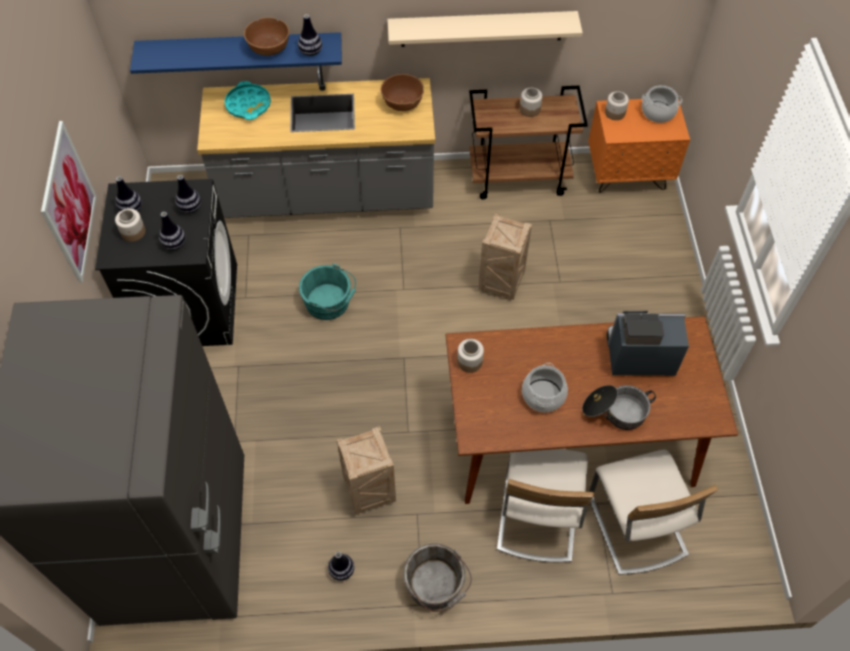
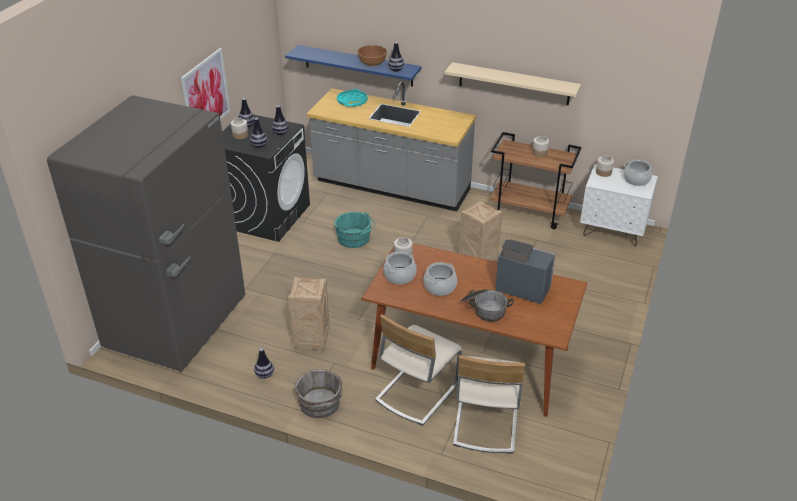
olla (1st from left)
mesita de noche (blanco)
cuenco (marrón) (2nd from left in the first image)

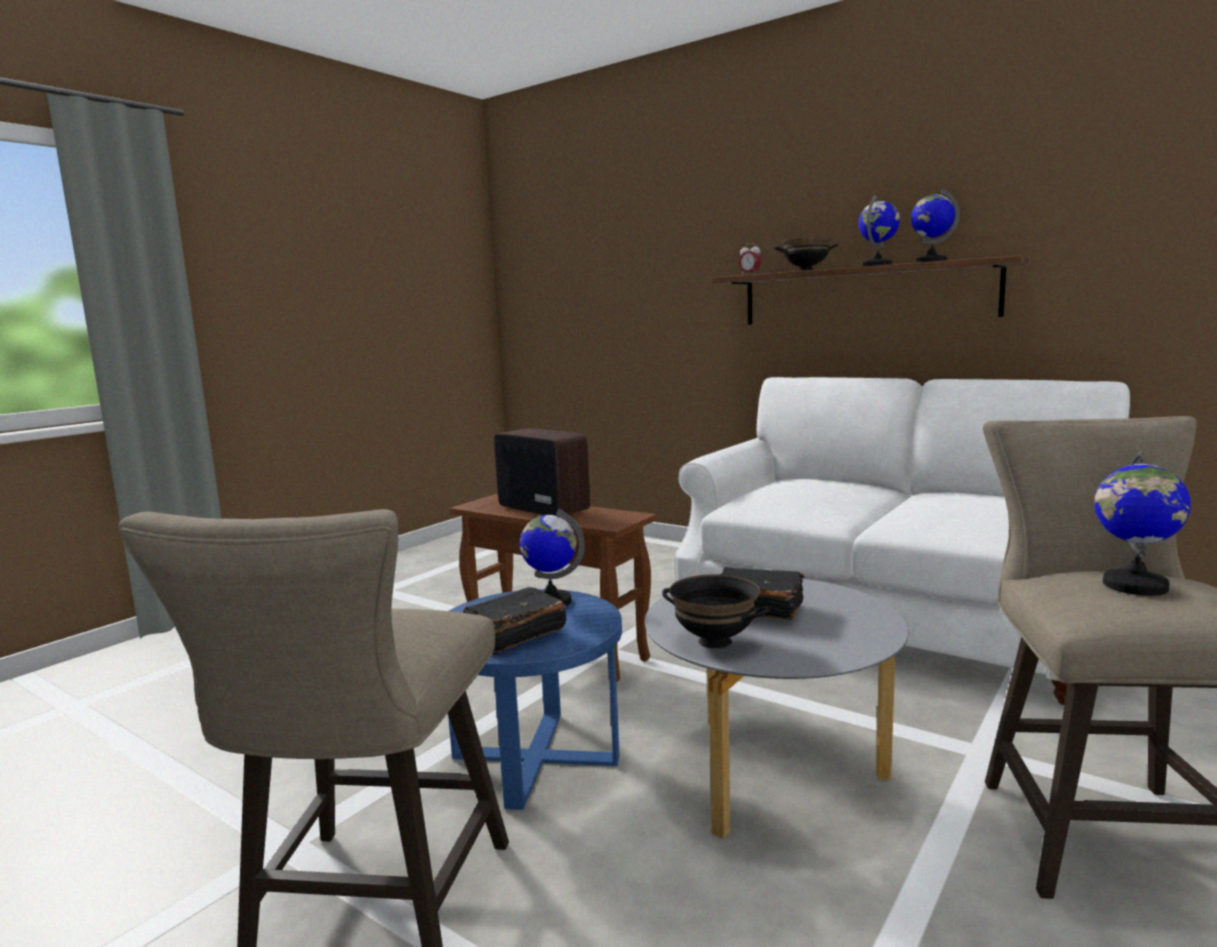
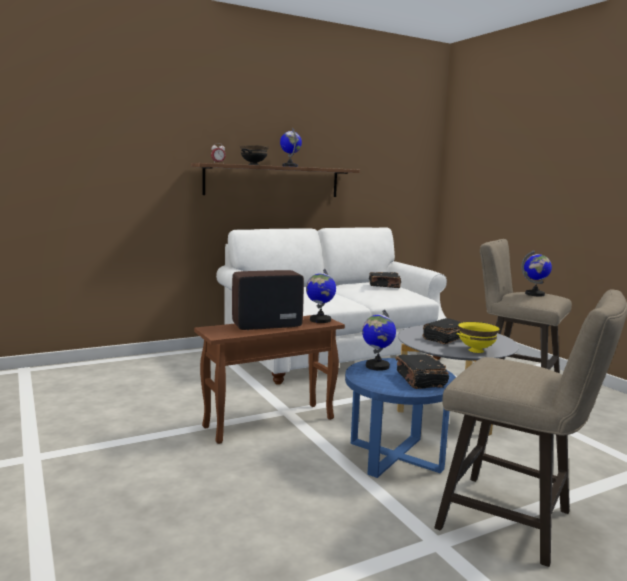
globo terráqueo (2nd from left)
libro (negro) (1st from left)
cuenco (amarillo)

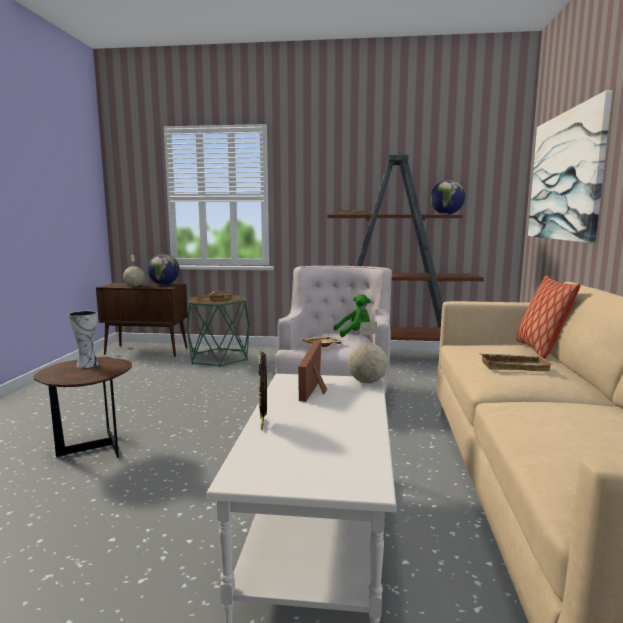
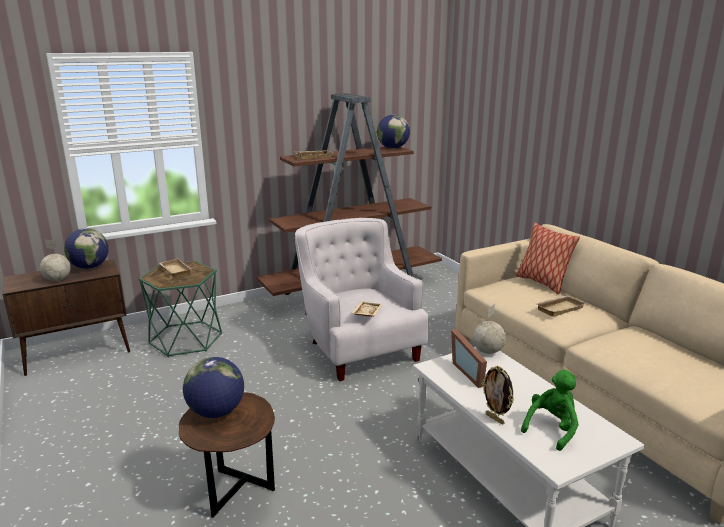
globo terráqueo (3rd from left)
peluche (verde)
cuadro

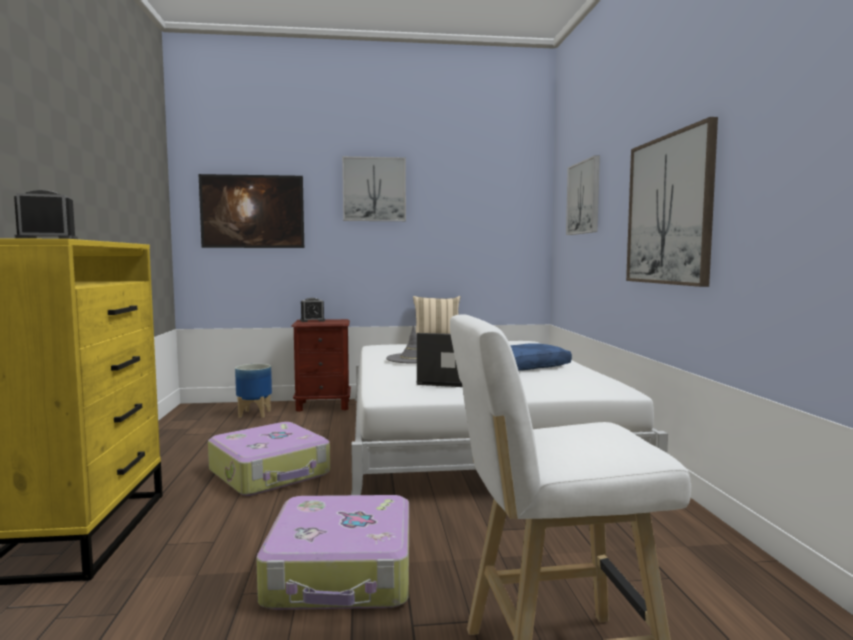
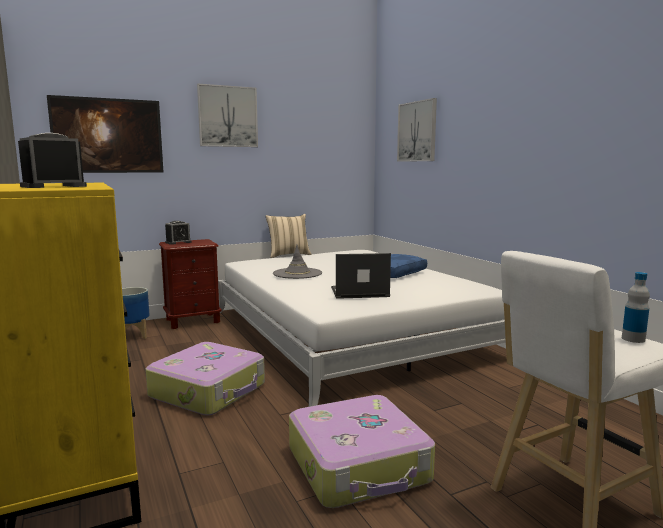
botella
cuadro (4th from left in the first image)

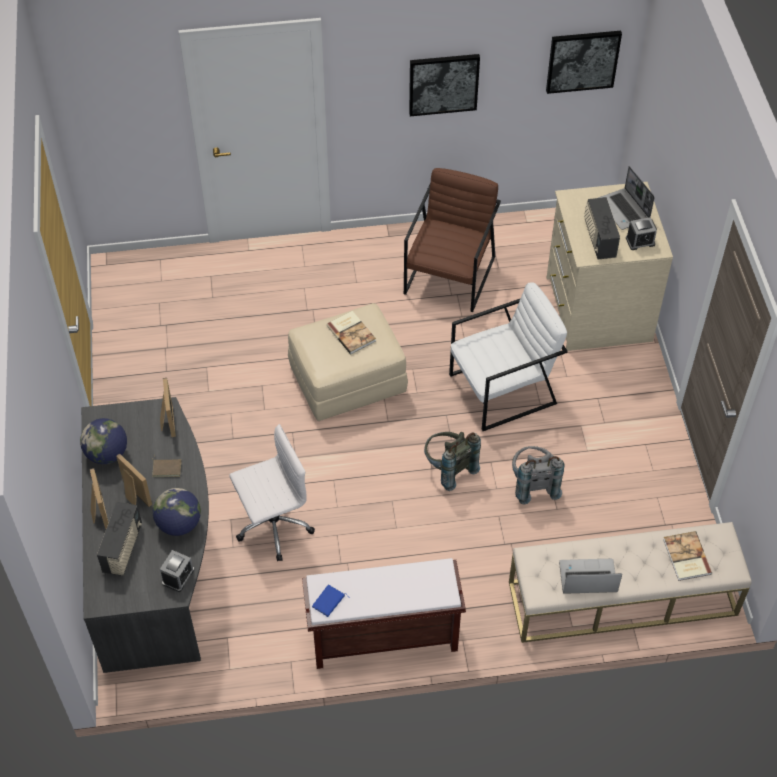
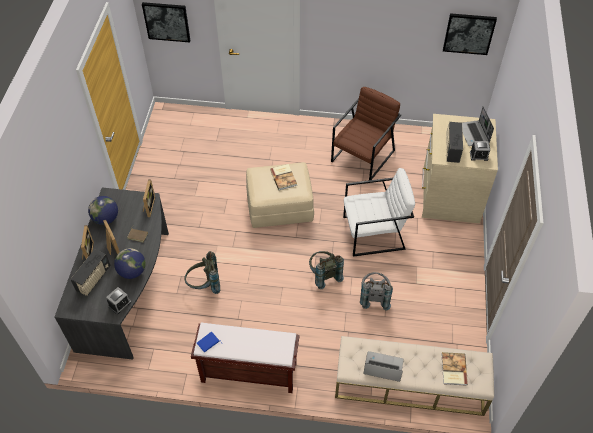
cuadro (1st from left)
mochila (gris) (1st from left)

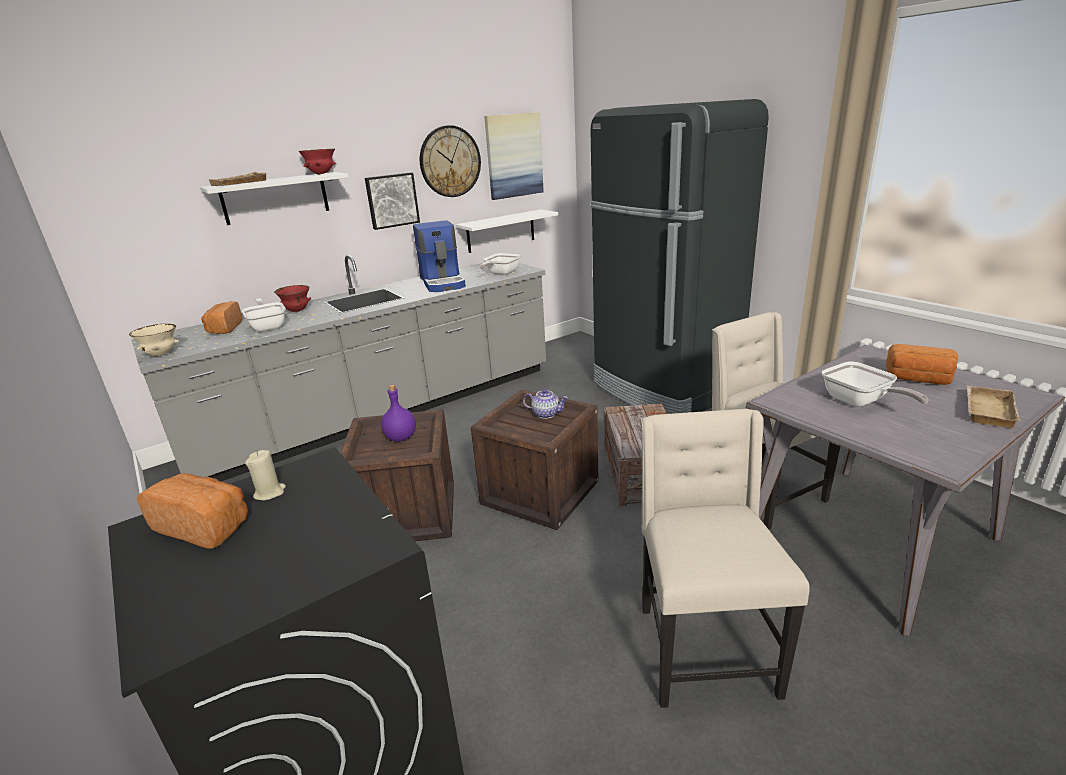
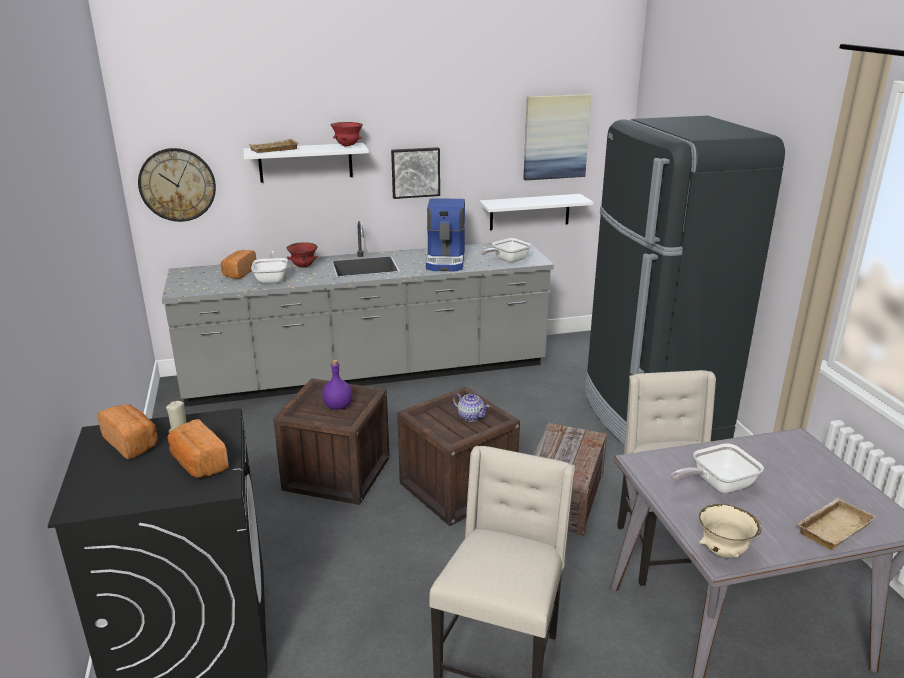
reloj de pared
pan (2nd from left)
sartén (3rd from left)
cuenco (beis)

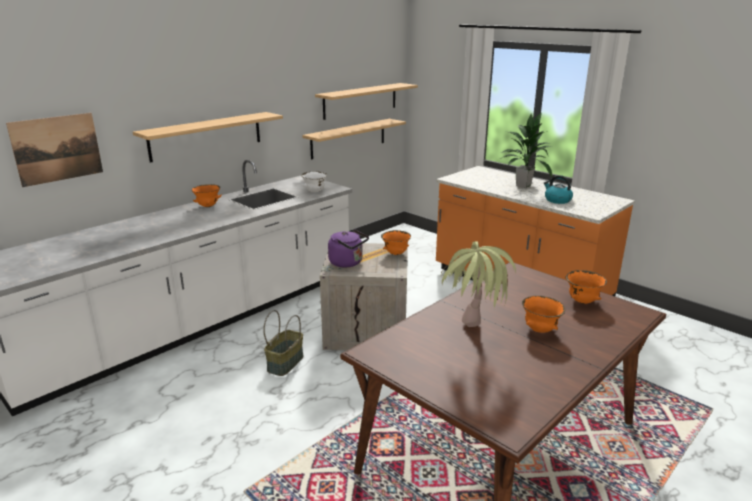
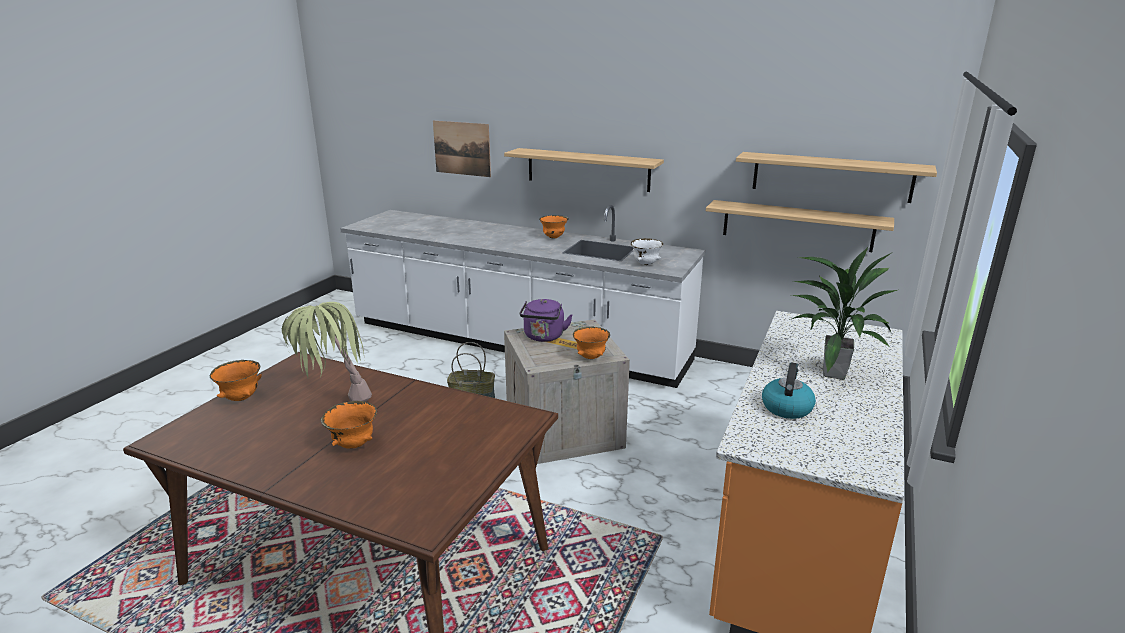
cuenco (naranja) (1st from left)

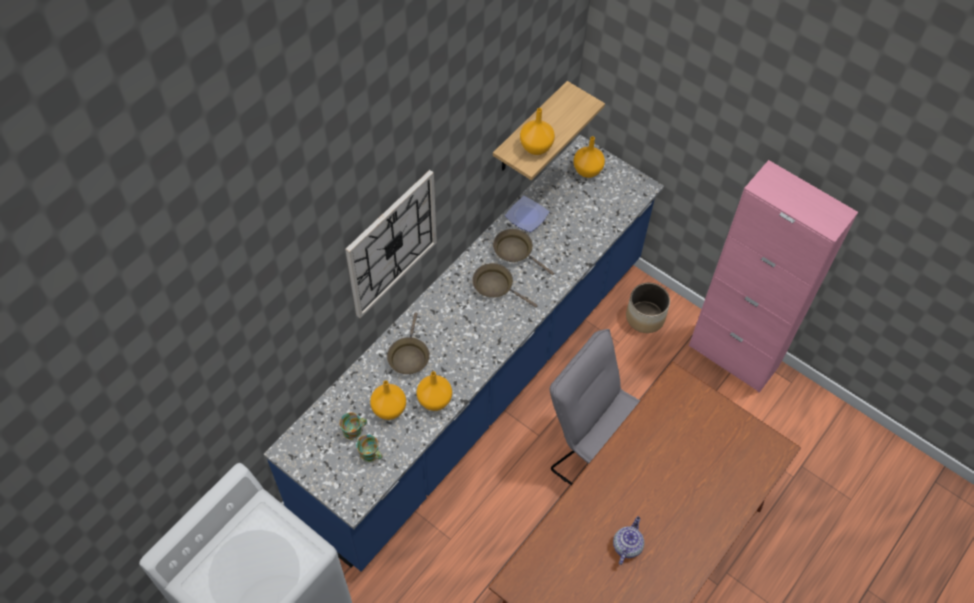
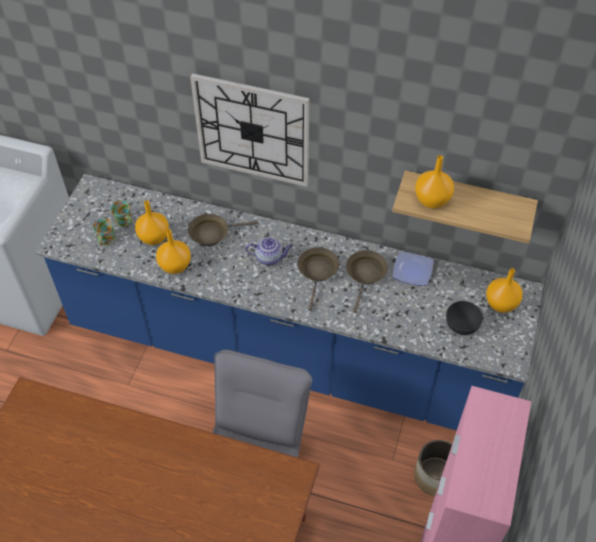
tetera
cuenco (gris)

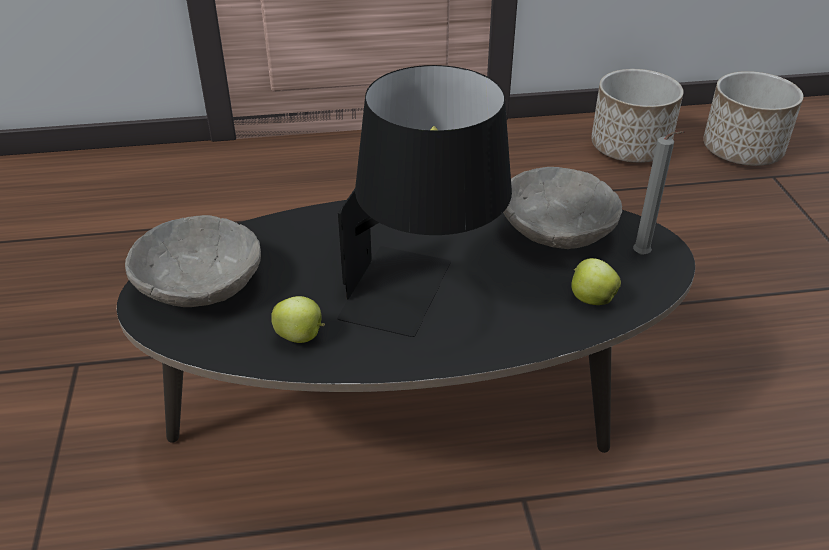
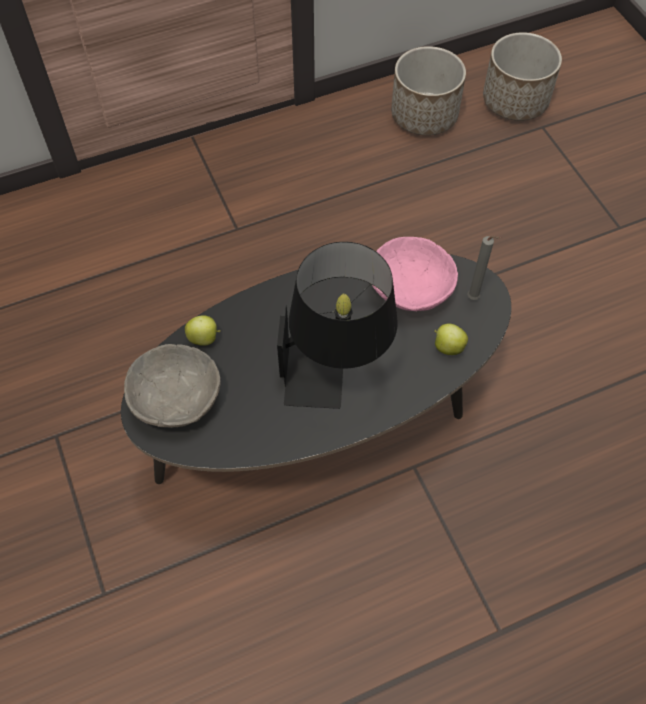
manzana (1st from left)
cuenco (rosa)

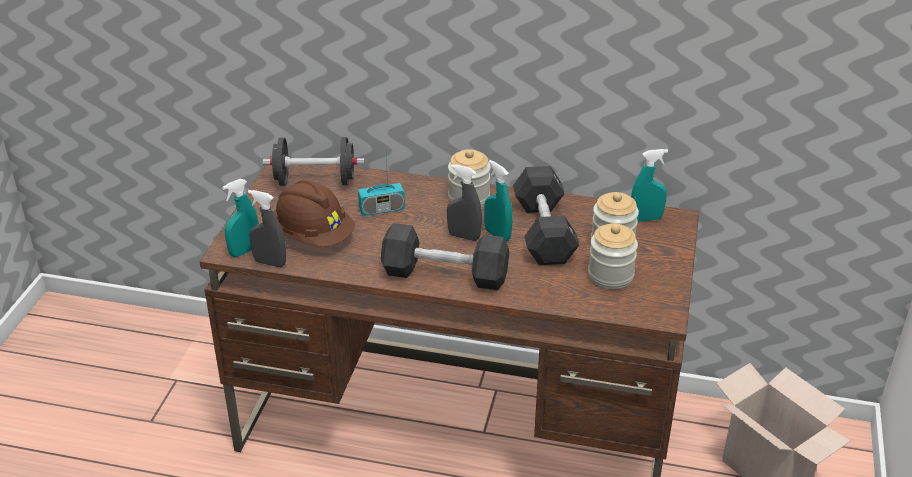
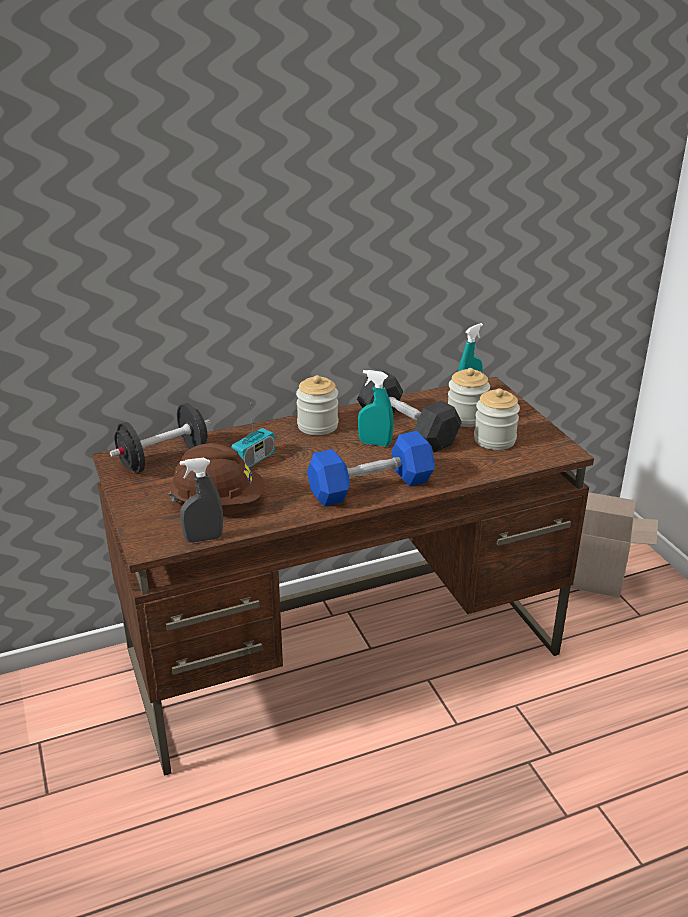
mancuerna (azul)
pulverizador (turquesa) (1st from left in the first image)
pulverizador (gris) (2nd from left in the first image)

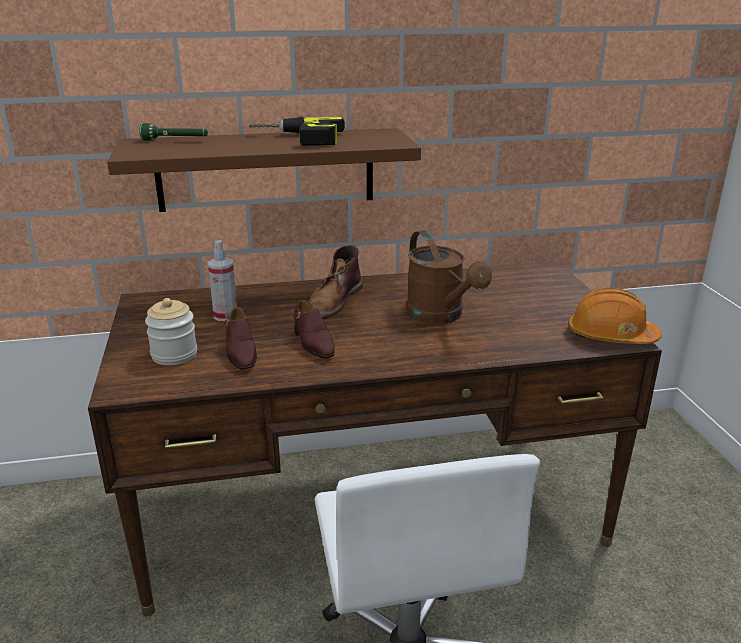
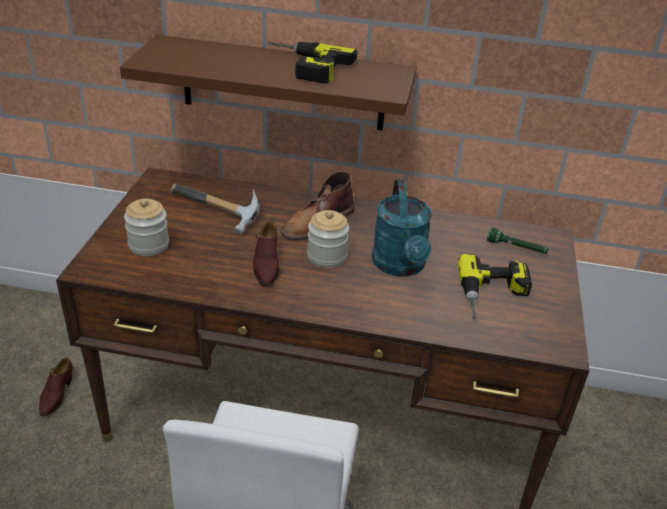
zapato (marrón) (1st from left)
martillo
tarro (2nd from left)
regadera (turquesa)
taladro (2nd from left)
linterna (verde)
casco (naranja)

